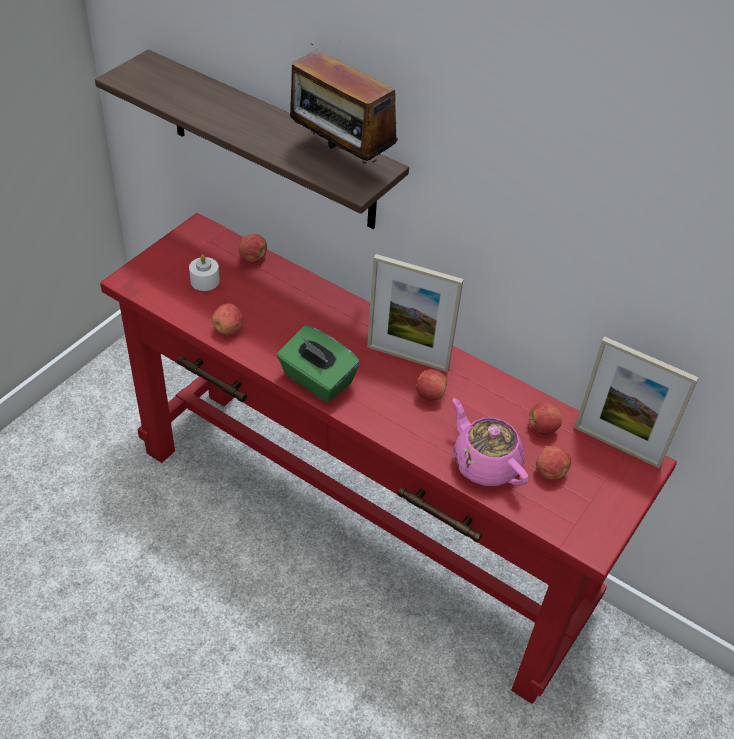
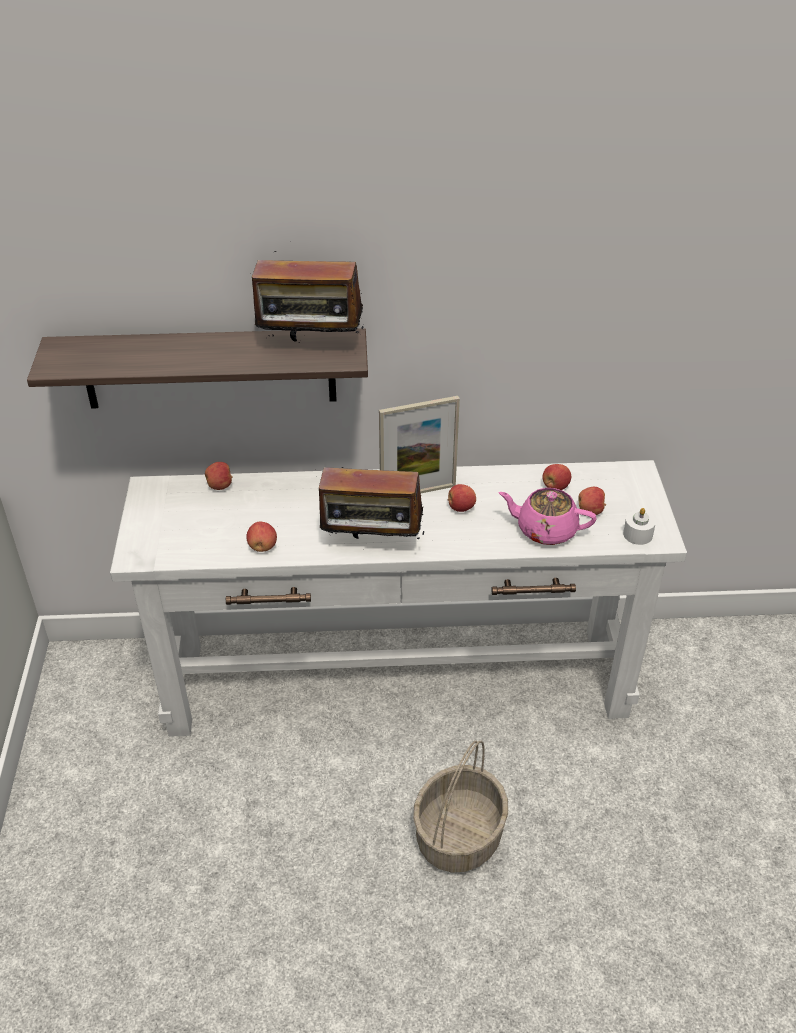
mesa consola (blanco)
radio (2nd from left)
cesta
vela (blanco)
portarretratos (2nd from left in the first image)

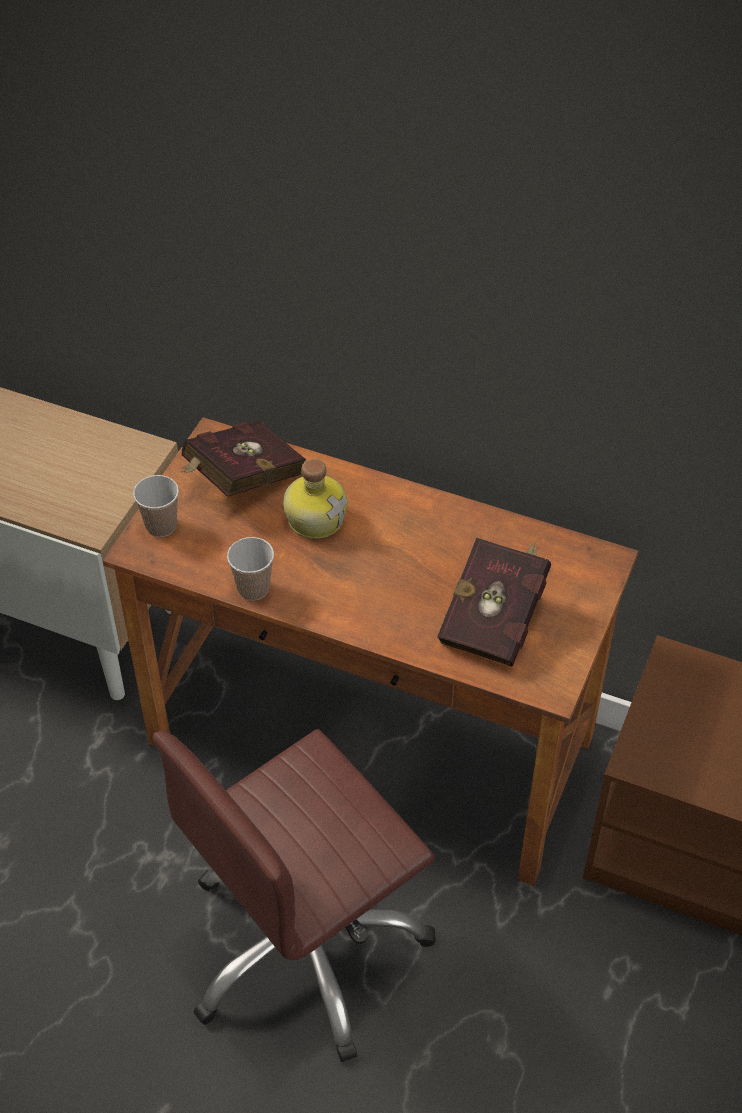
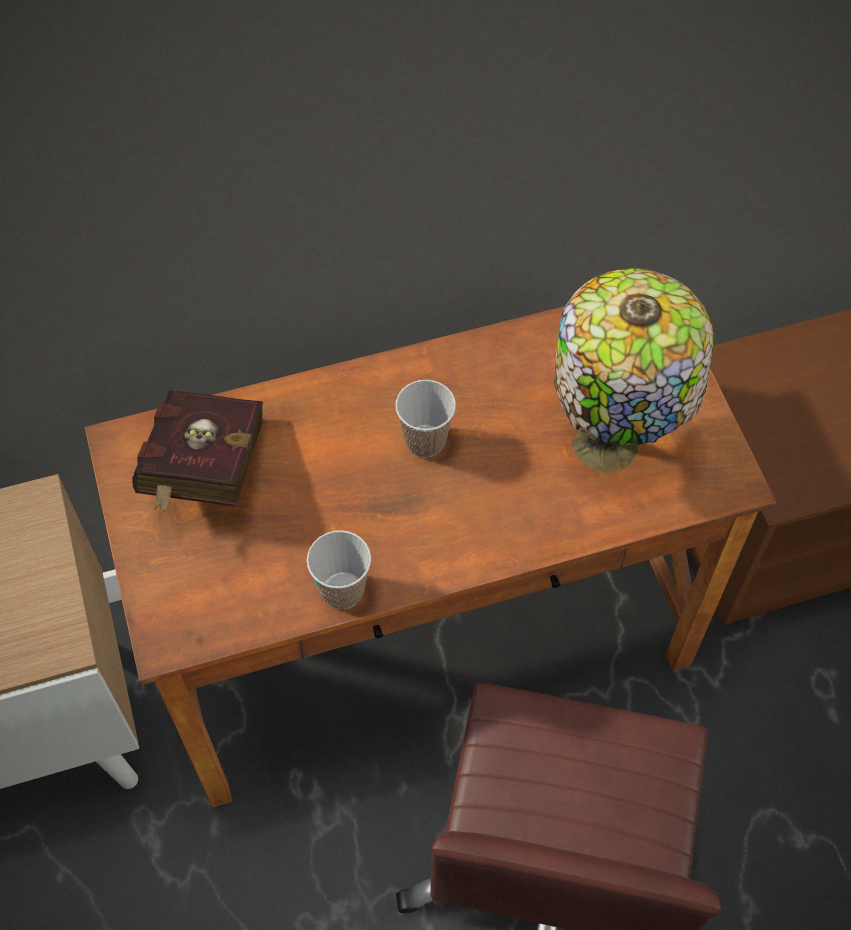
taza (2nd from left)
lámpara de mesa
botella

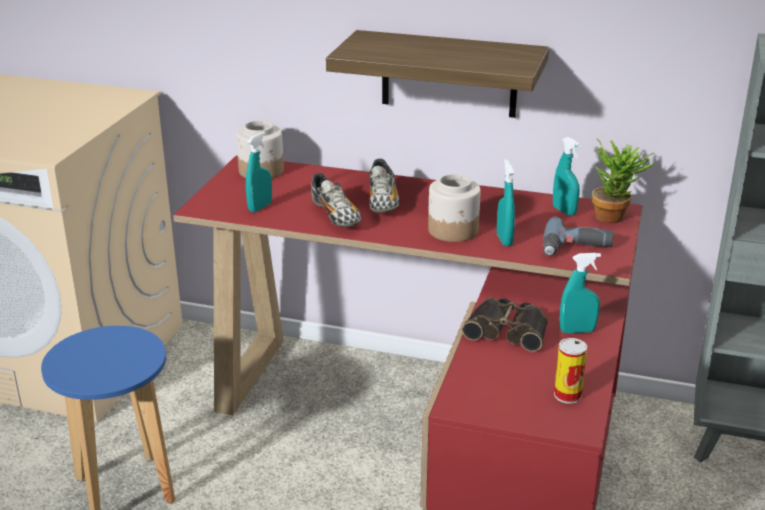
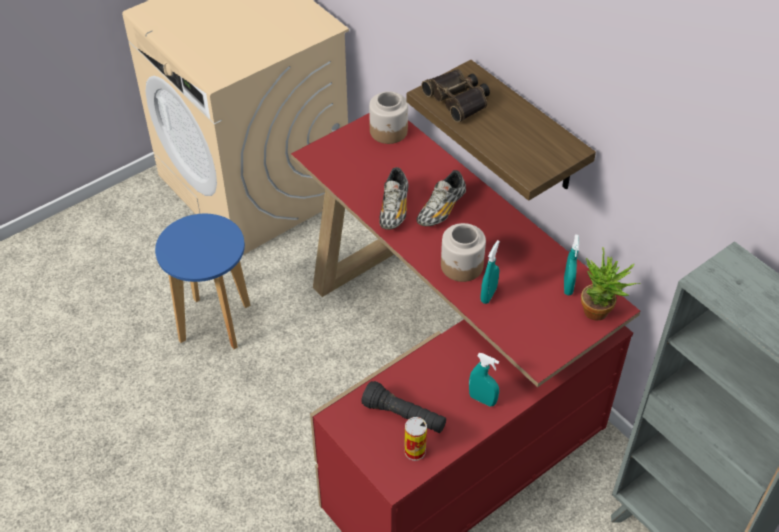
linterna (negro)
prismáticos
pulverizador (turquesa) (1st from left in the first image)
taladro

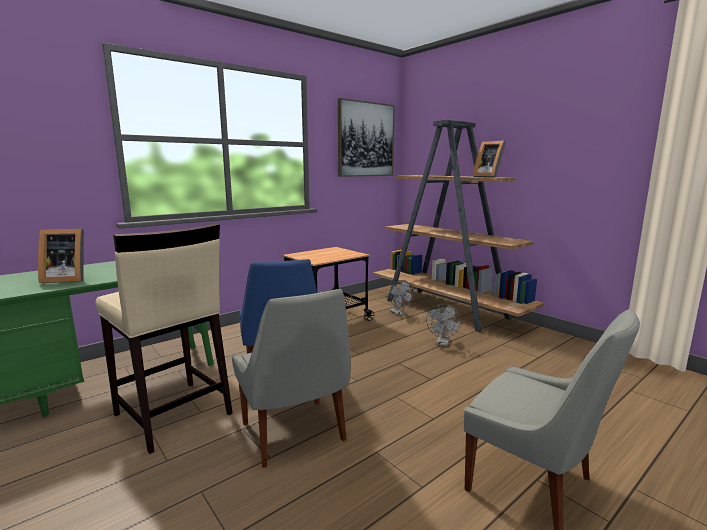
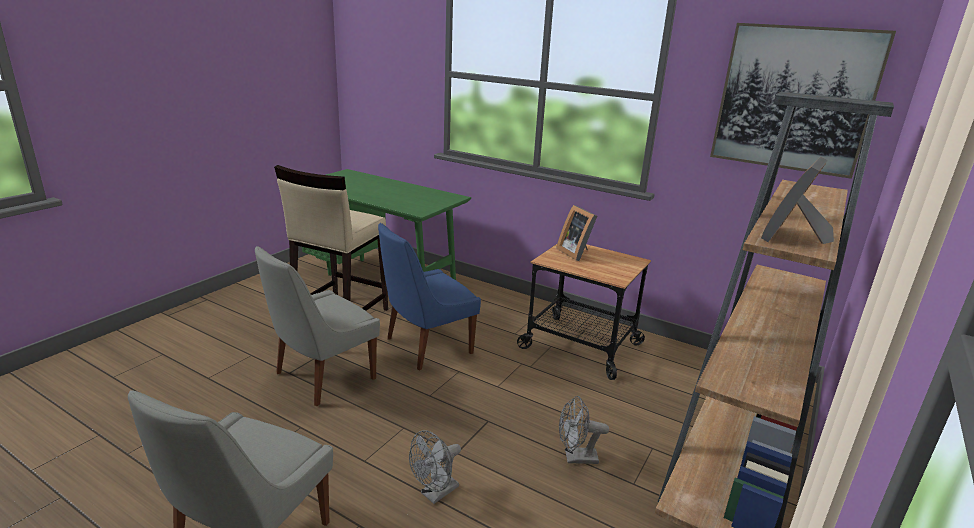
ventilador (gris) (1st from left)
portarretratos (1st from left)

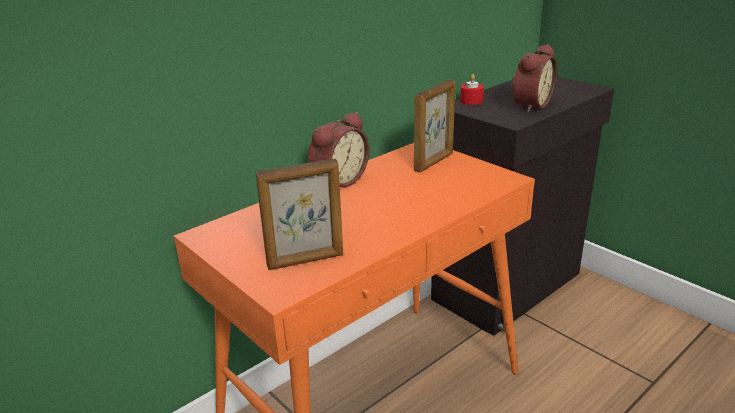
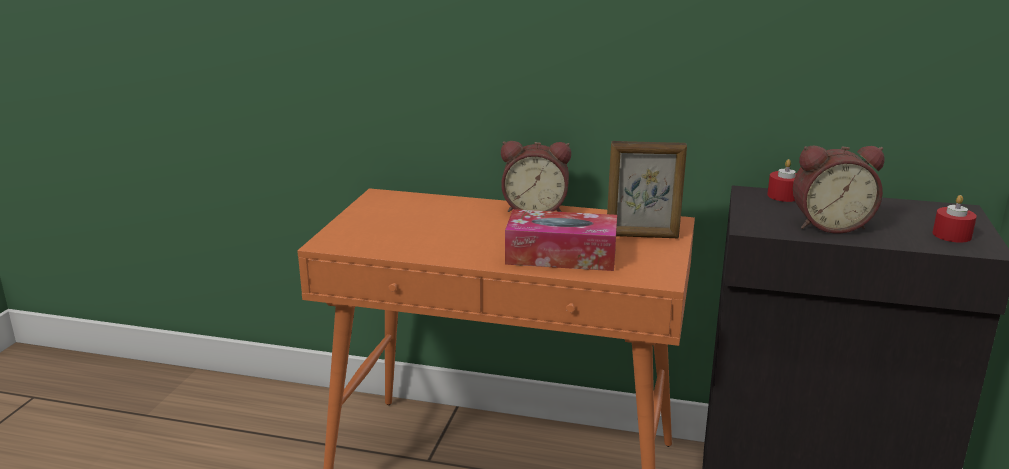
caja de pañuelos
vela (rojo) (2nd from left)
portarretratos (1st from left in the first image)

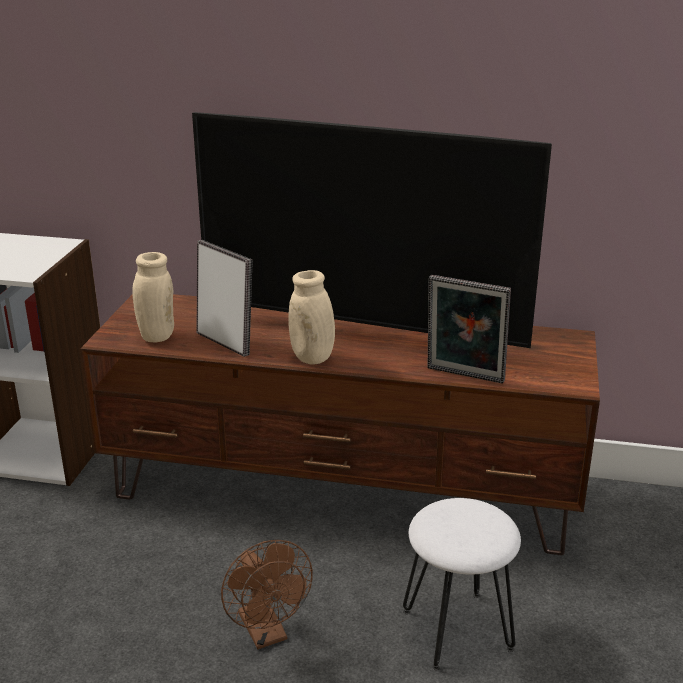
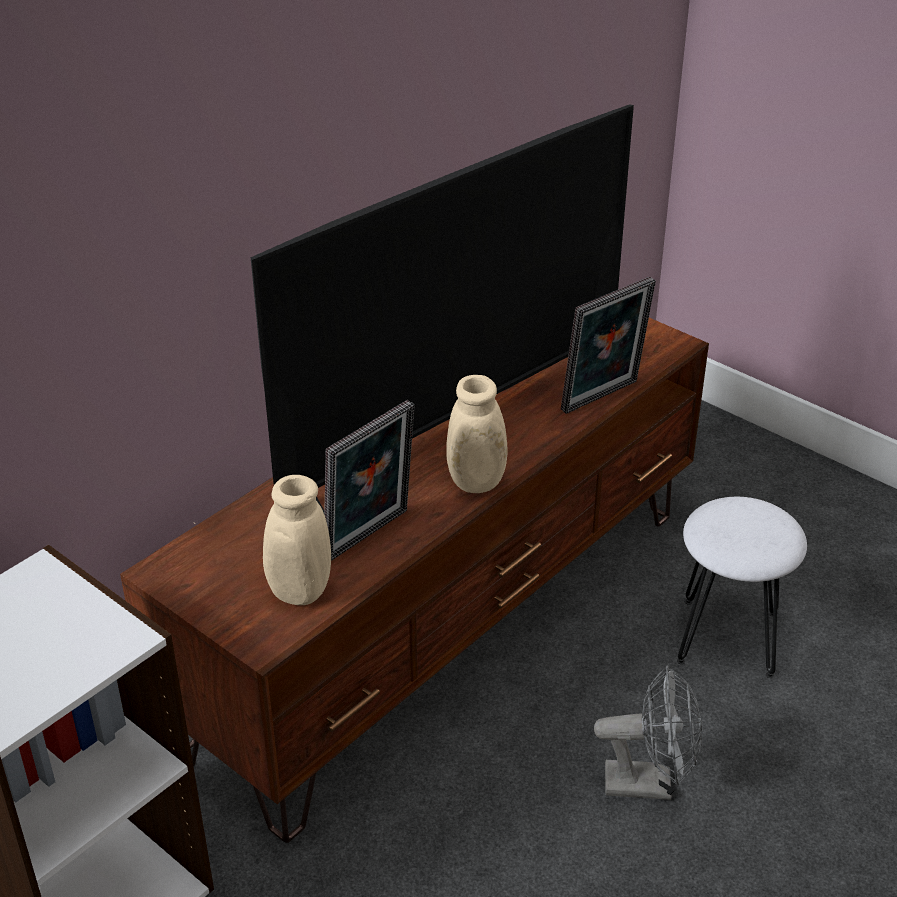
portarretratos (1st from left)
ventilador (gris)

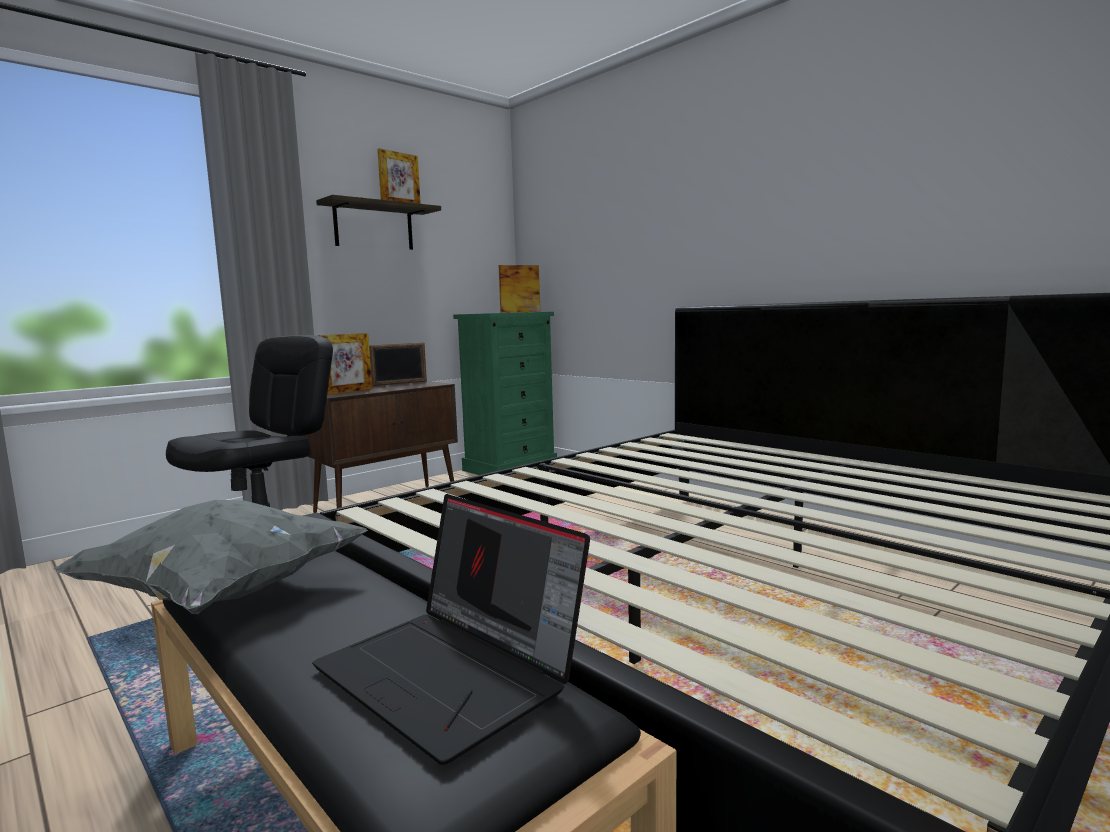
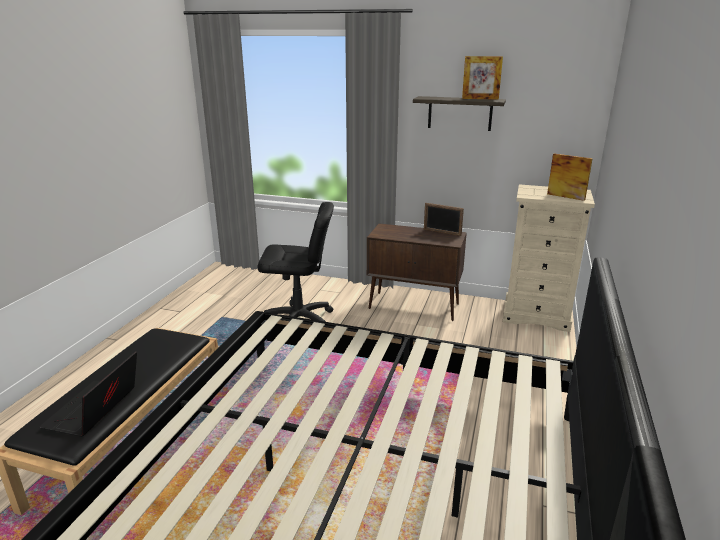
cómoda (beis)
cojín (gris)
portarretratos (1st from left in the first image)

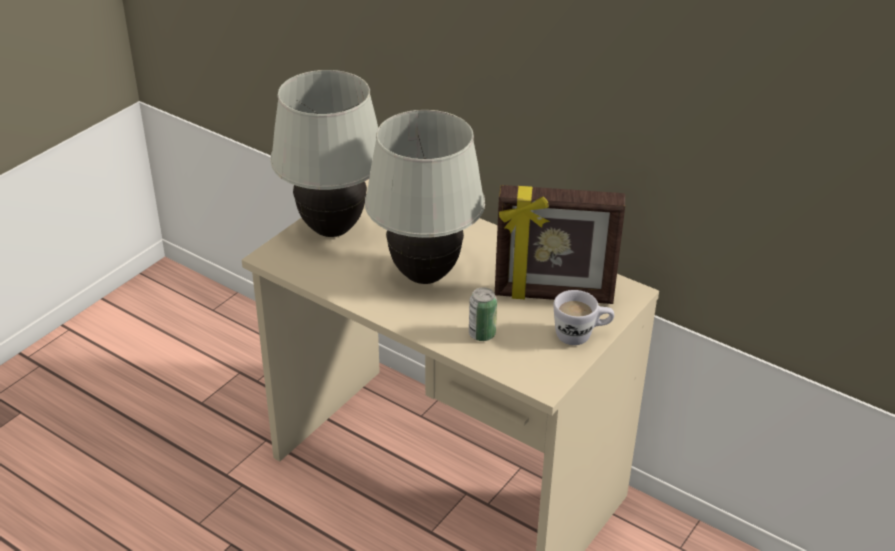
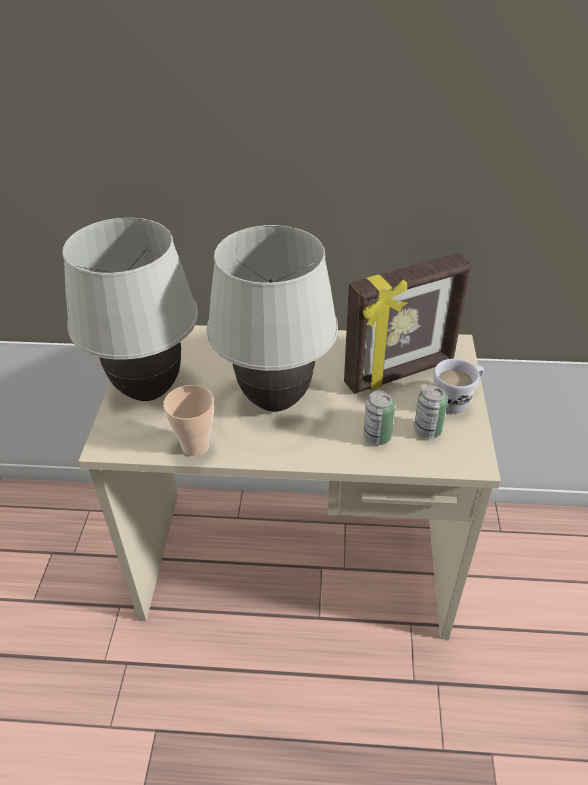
taza
lata (2nd from left)

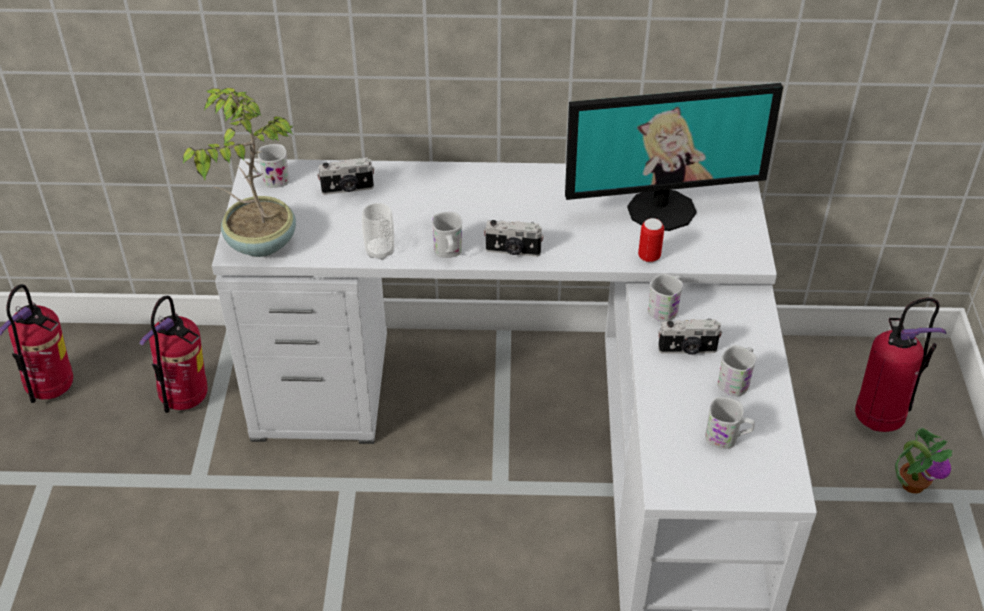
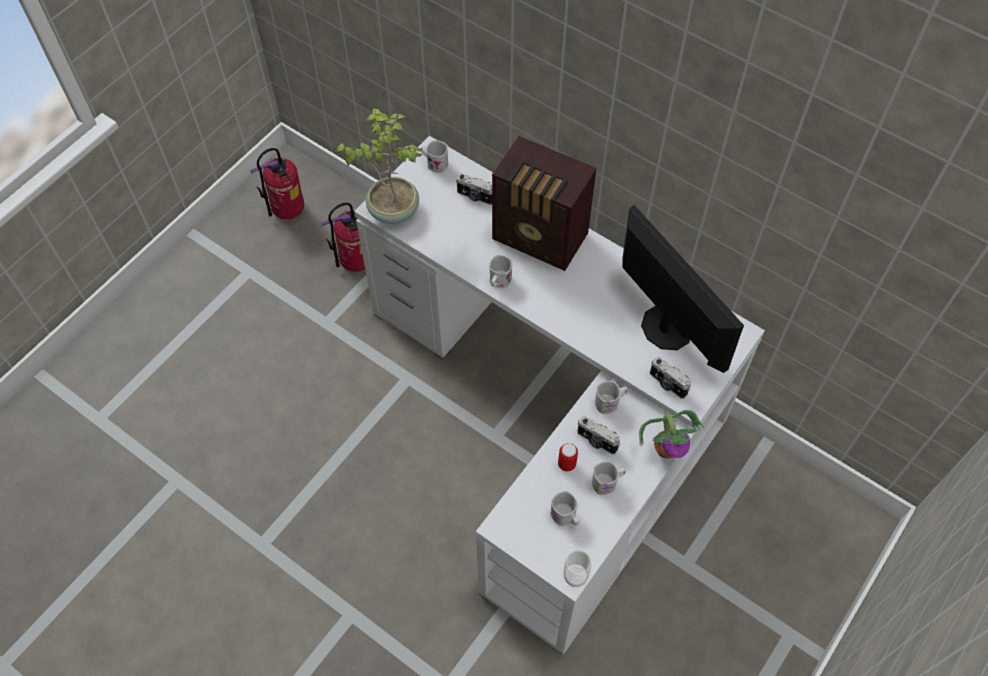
radio
lata
taza
monitor
planta en maceta (2nd from left)
cámara (3rd from left)
extintor (3rd from left in the first image)

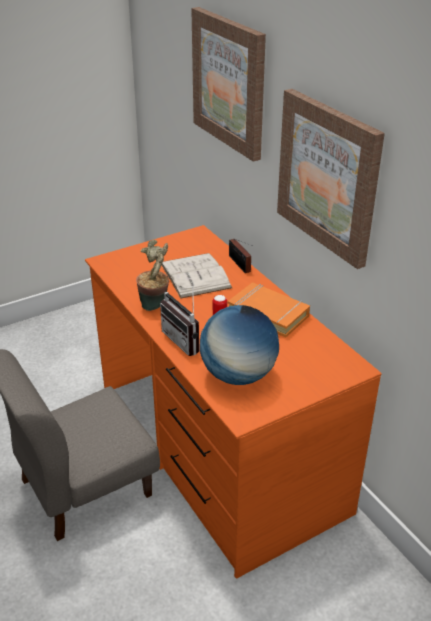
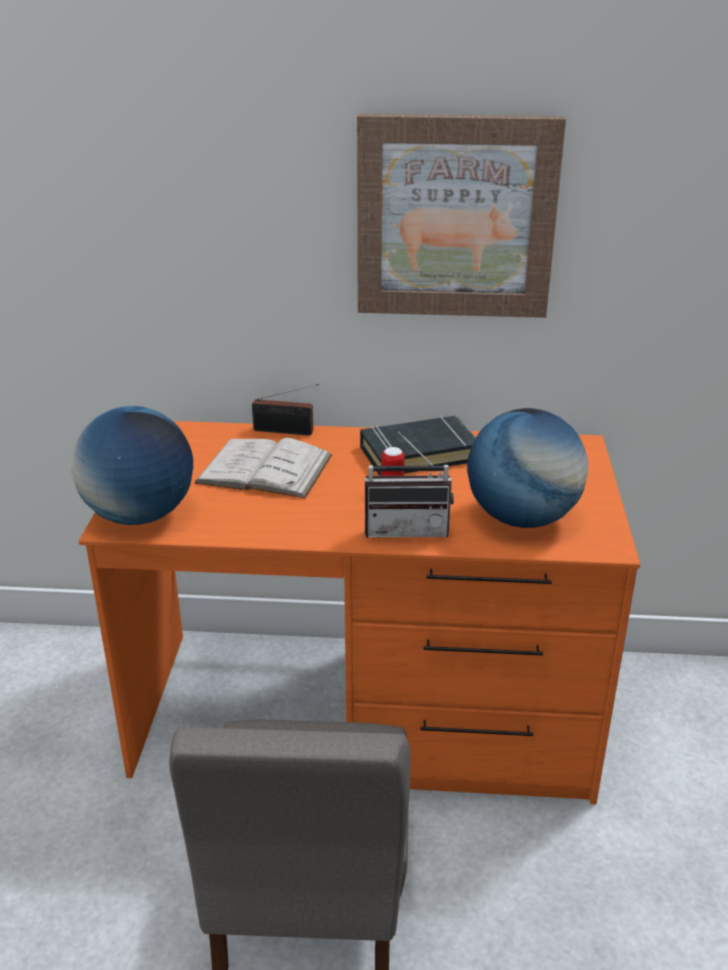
globo terráqueo (1st from left)
libro (negro)
planta en maceta
cuadro (1st from left in the first image)

